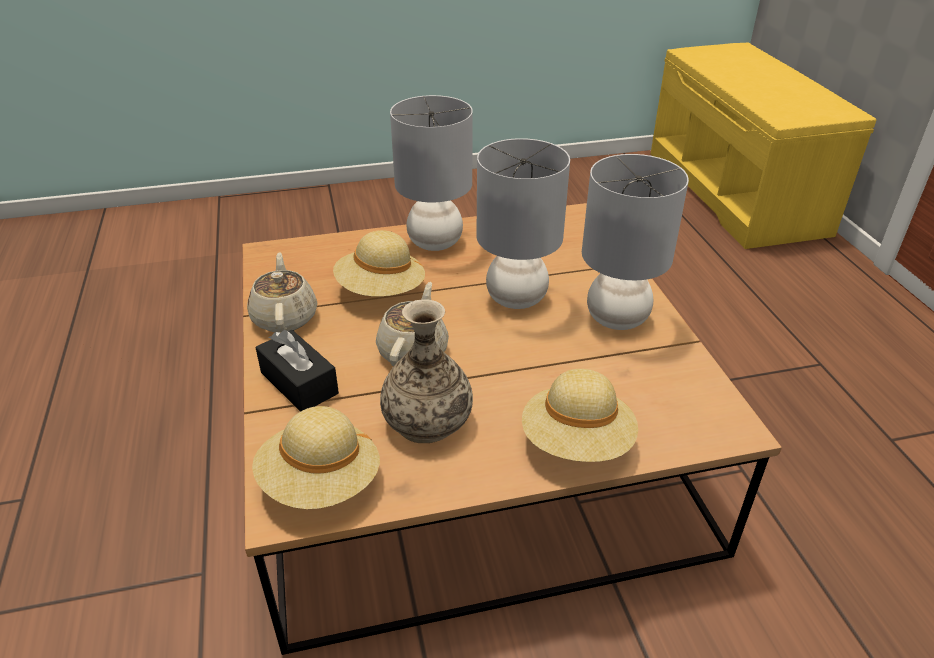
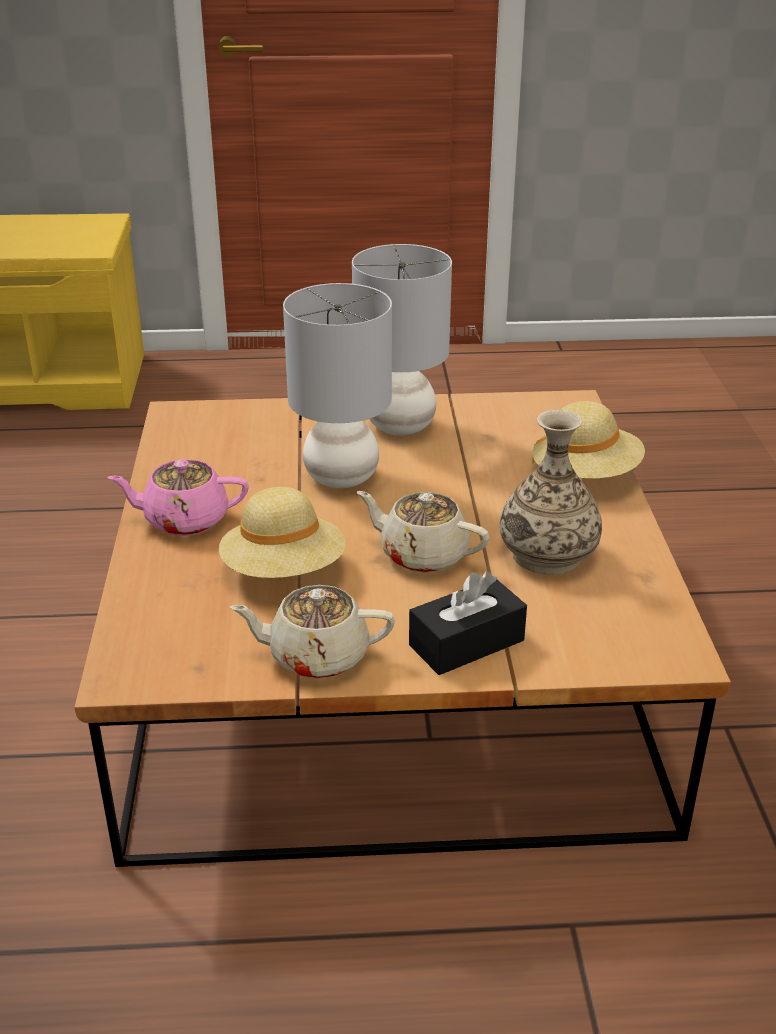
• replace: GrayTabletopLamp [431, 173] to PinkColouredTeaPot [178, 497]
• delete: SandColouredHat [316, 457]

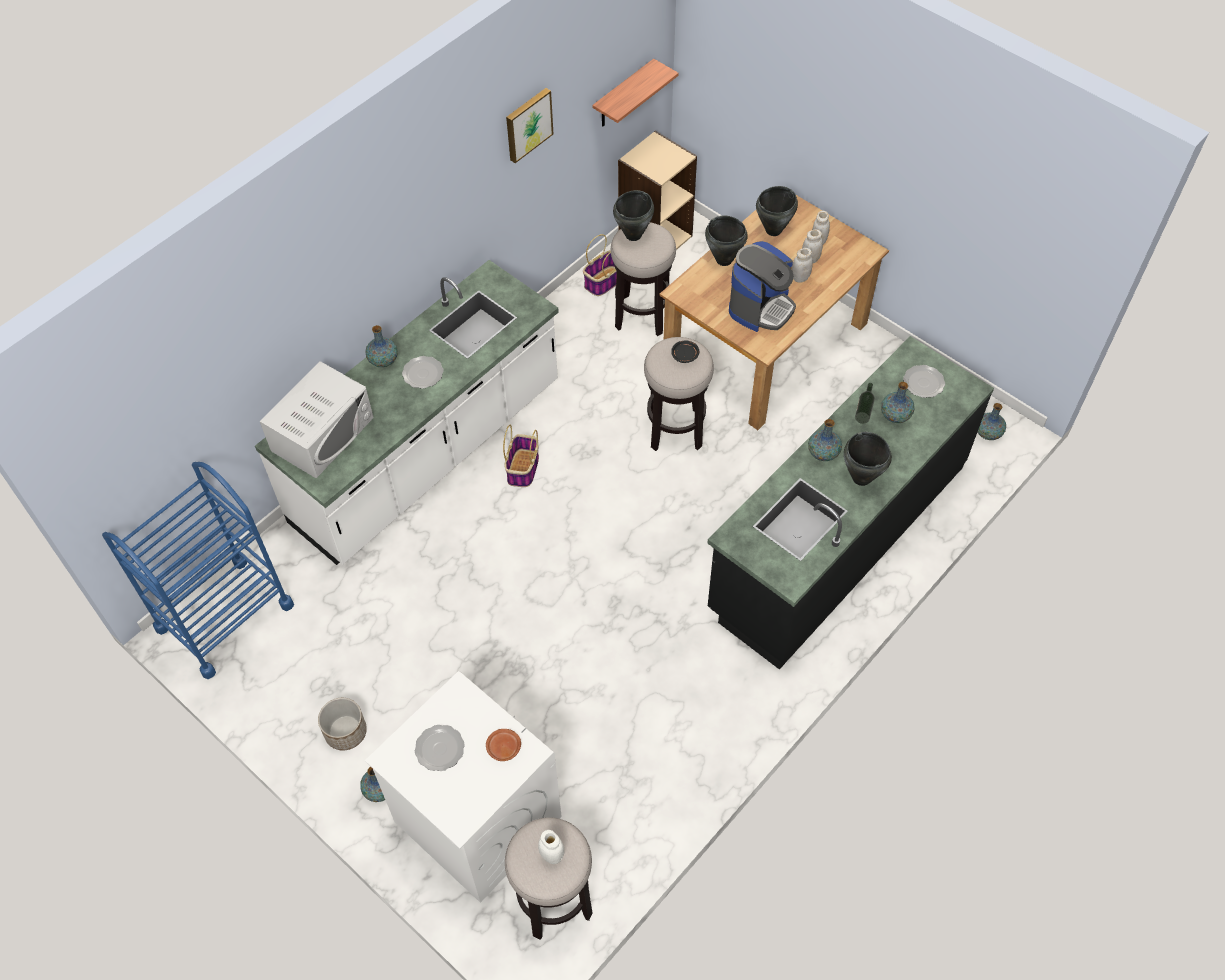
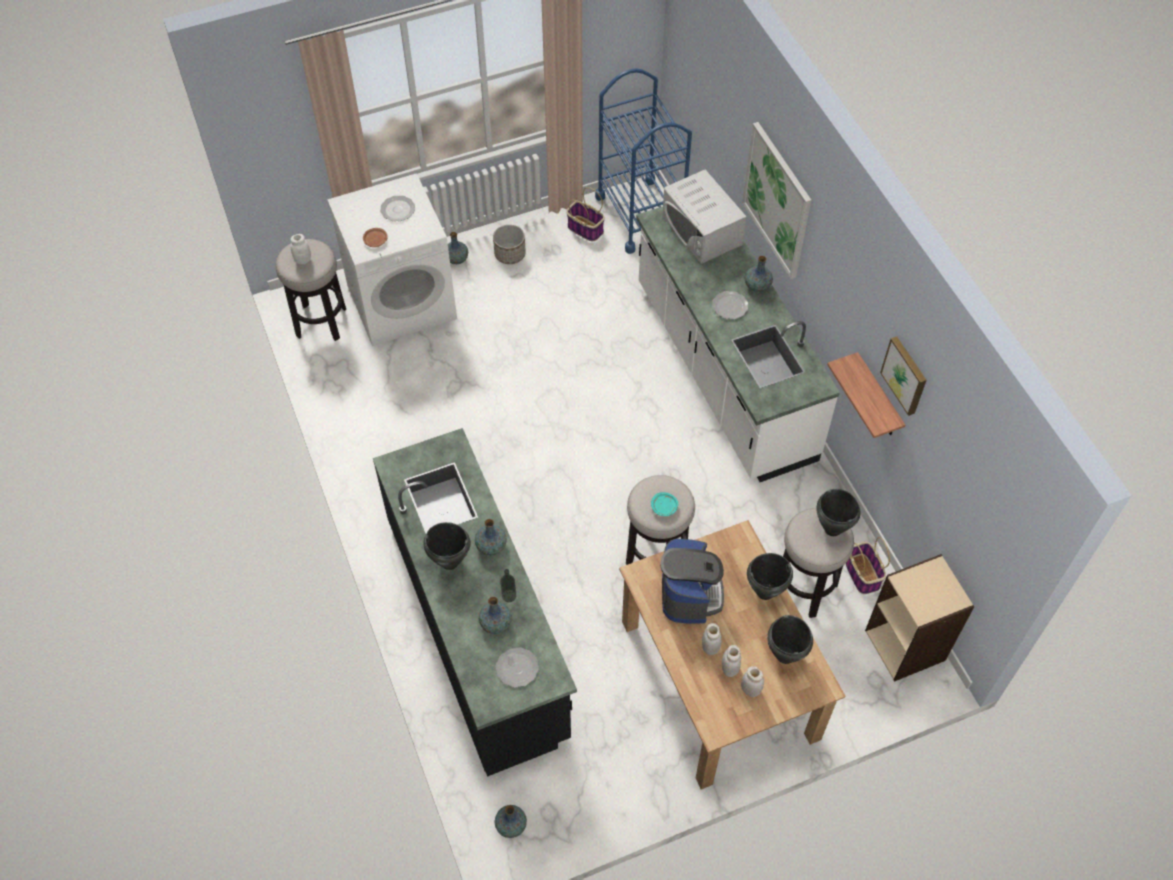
• move: Shelf [635, 93] to [866, 395]
• rotate: CoffeeMaker [762, 286] = [692, 581] 150 degrees counterclockwise
• recolor: BlackFlatDish [685, 352] to TurquoiseFlatDish [664, 504]
• move: StorageBasket [521, 456] to [585, 214]
• insert: WallArt [776, 200]

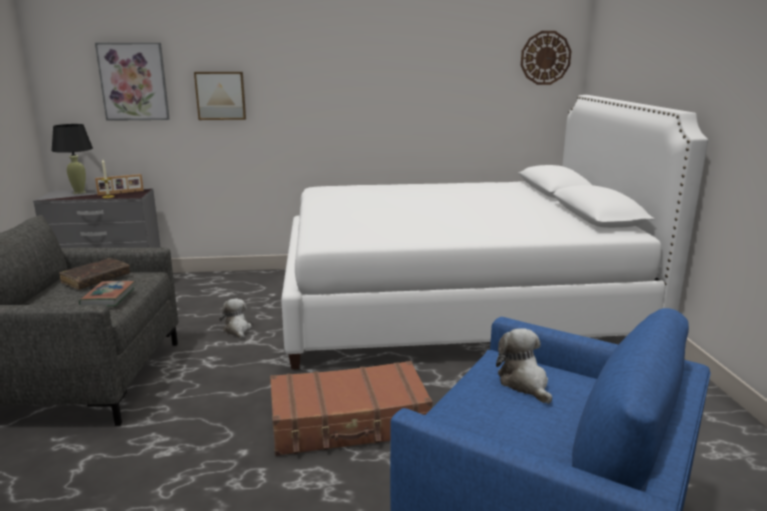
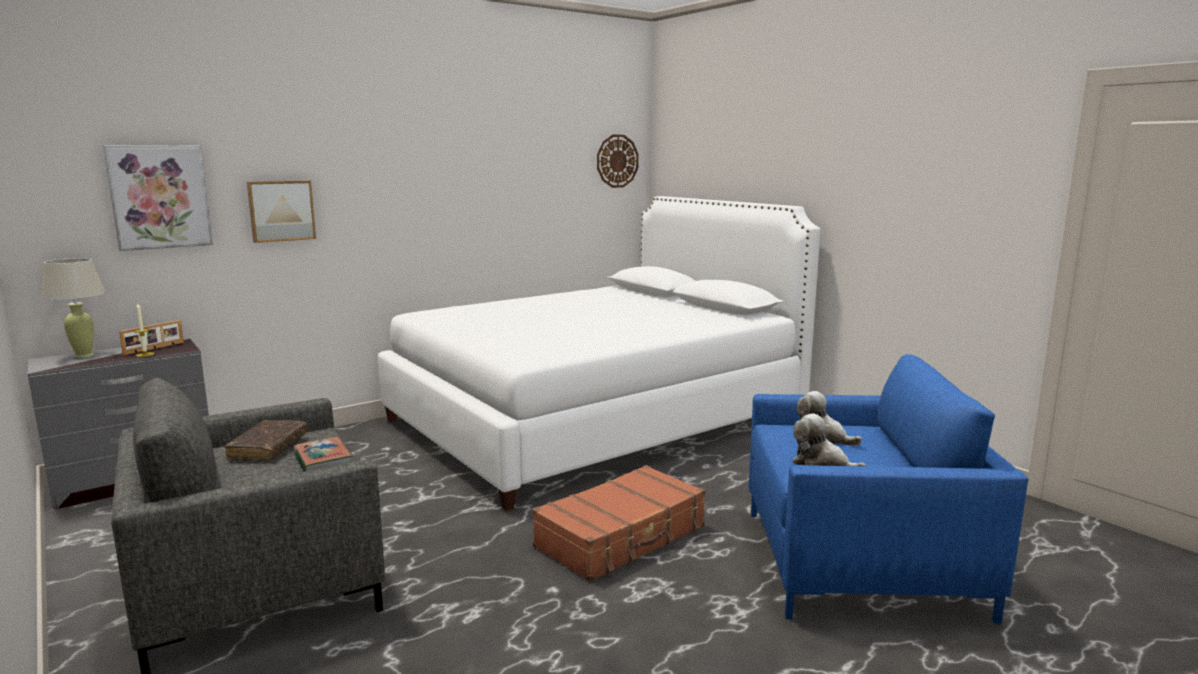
• recolor: BlackTabletopLamp [72, 159] to SandColouredTabletopLamp [73, 308]
• move: CuddlyToy [235, 319] to [829, 439]

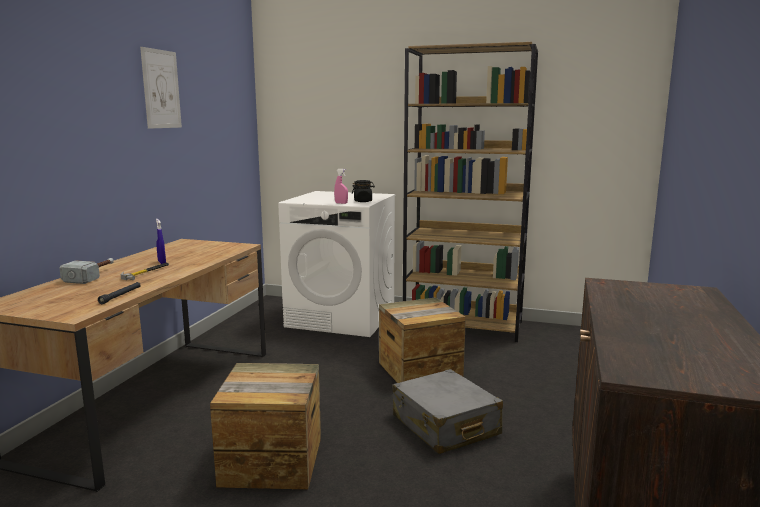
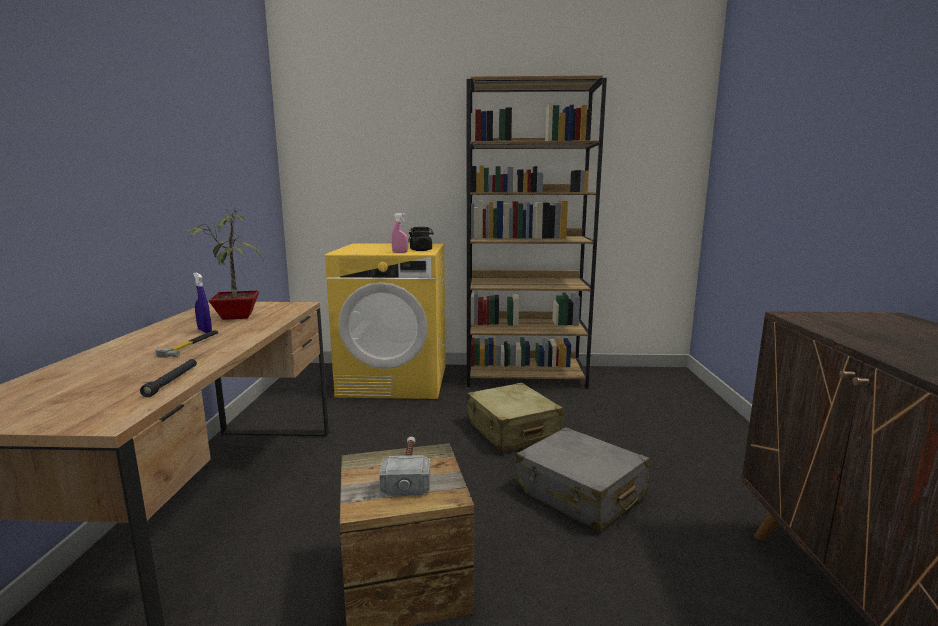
• delete: WallArt [161, 88]
• recolor: WhiteWashingMachine [337, 264] to YellowColouredWashingMachine [385, 321]
• move: ToolHammer [86, 271] to [404, 466]
• replace: ShippingCrate [422, 340] to SandColouredTravelCase [515, 418]
• insert: PottedPlant [223, 265]

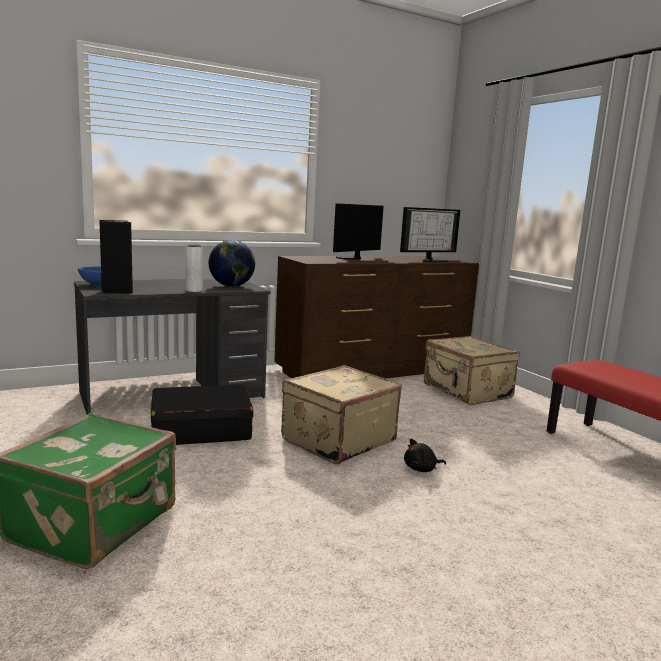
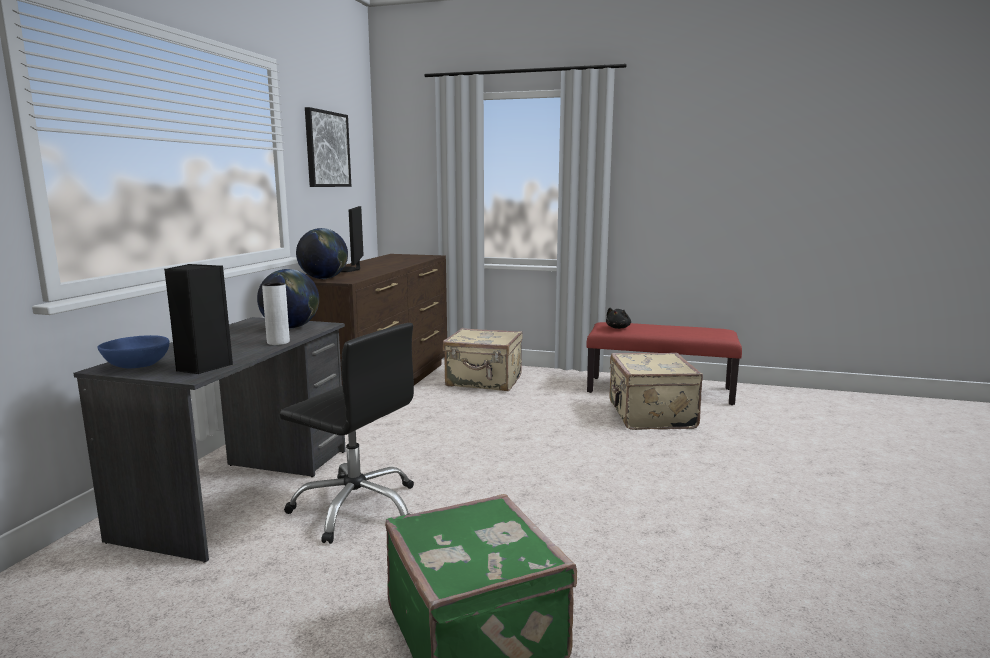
• delete: ComputerScreen [430, 235]
• move: SandColouredTravelCase [341, 414] to [656, 391]
• replace: BlackTravelCase [202, 414] to BlackOfficeChair [347, 433]
• move: BlackCuddlyToy [425, 455] to [618, 318]
• insert: WallArt [328, 147]
• insert: WorldGlobe [322, 253]

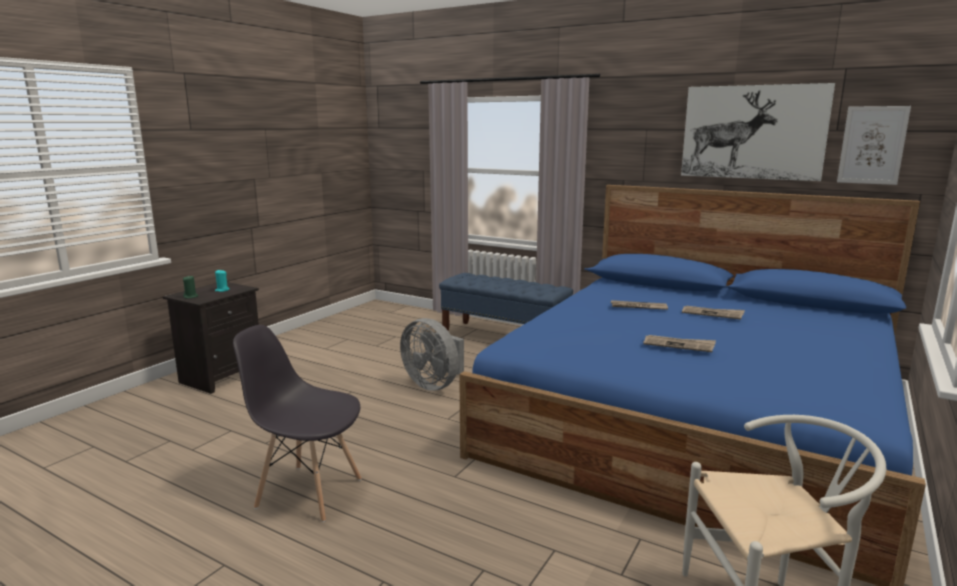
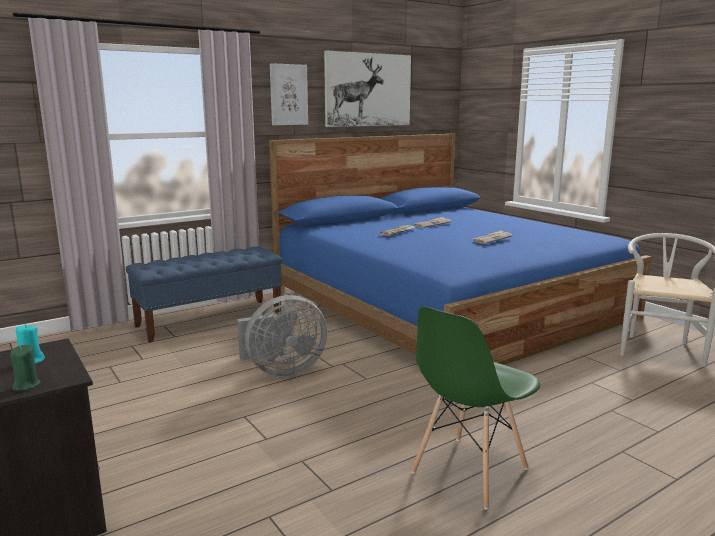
• move: WallArt [874, 145] to [289, 94]
• recolor: GrayUprightChair [297, 423] to GreenUprightChair [475, 408]

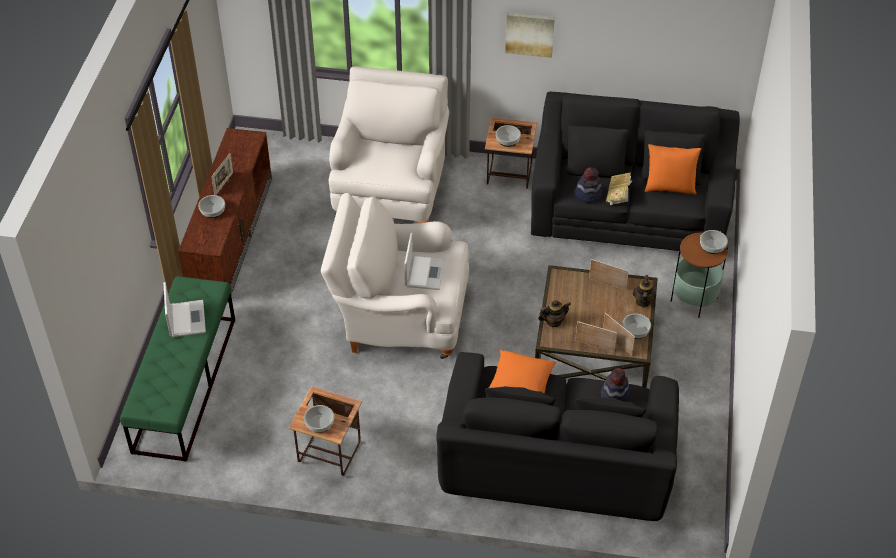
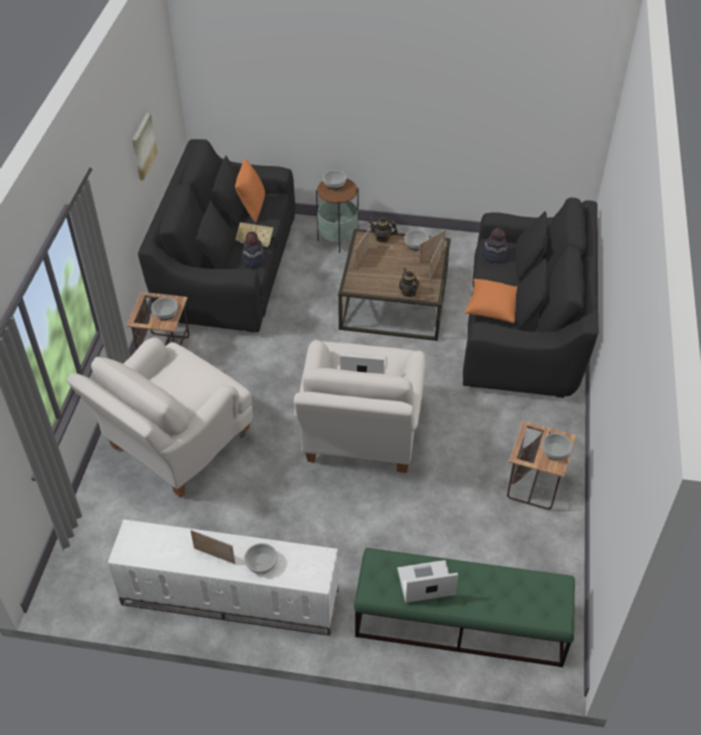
• move: WallArt [530, 35] to [145, 147]
• rotate: WhiteEasyChair [389, 144] = [160, 417] 60 degrees counterclockwise
• recolor: BrownishTvUnit [225, 215] to WhiteTvUnit [223, 577]

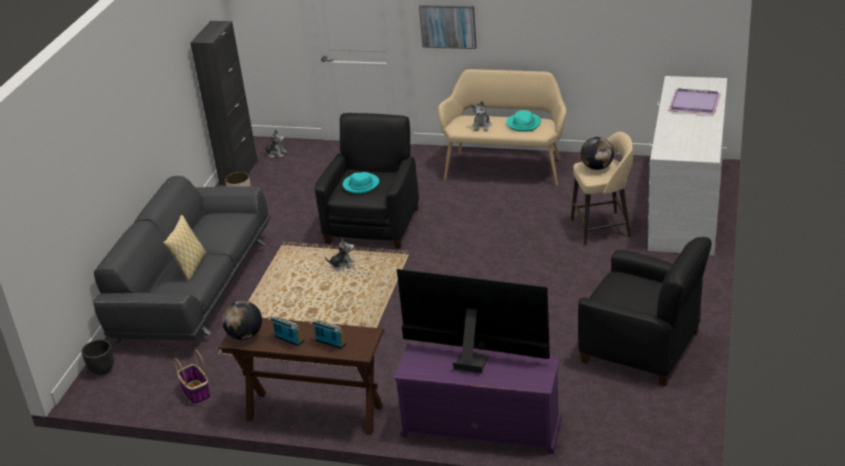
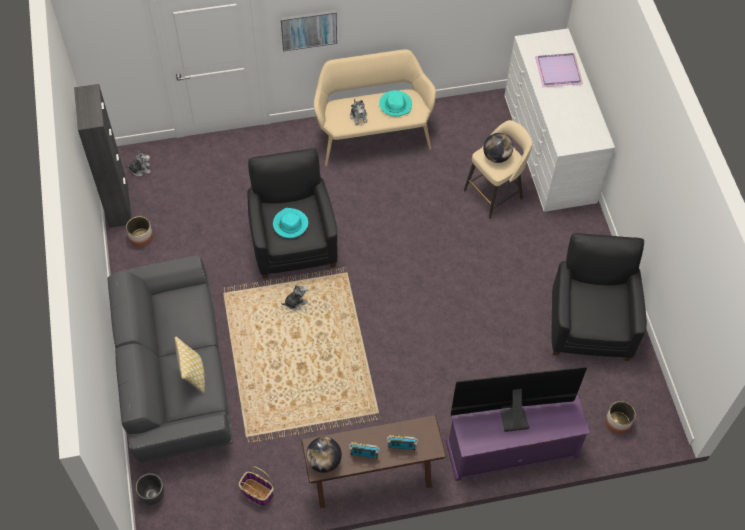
• rotate: BlackEasyChair [645, 311] = [599, 297] 90 degrees counterclockwise
• insert: PlantPot [620, 417]

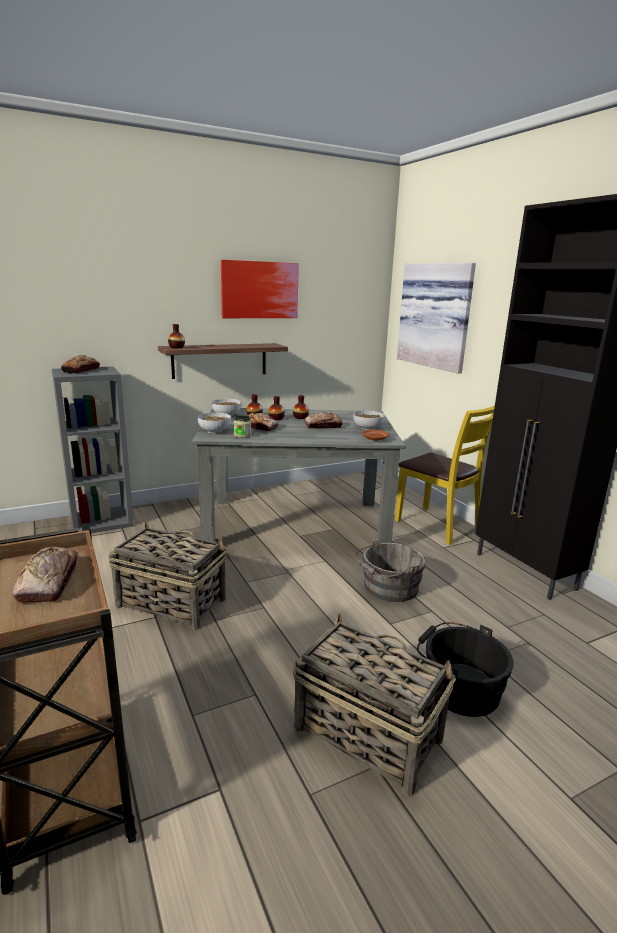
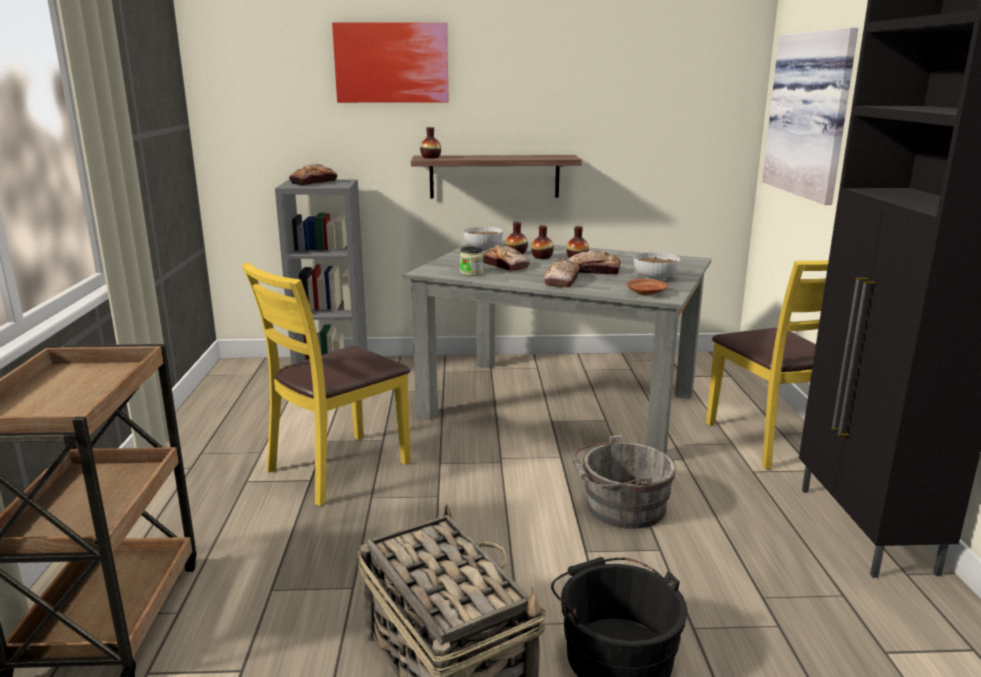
• move: WallArt [260, 289] to [390, 62]
• delete: DeepDish [214, 423]
• replace: StorageBasket [167, 575] to YellowColouredUprightChair [326, 384]
• move: BakeryBread [45, 575] to [562, 273]

